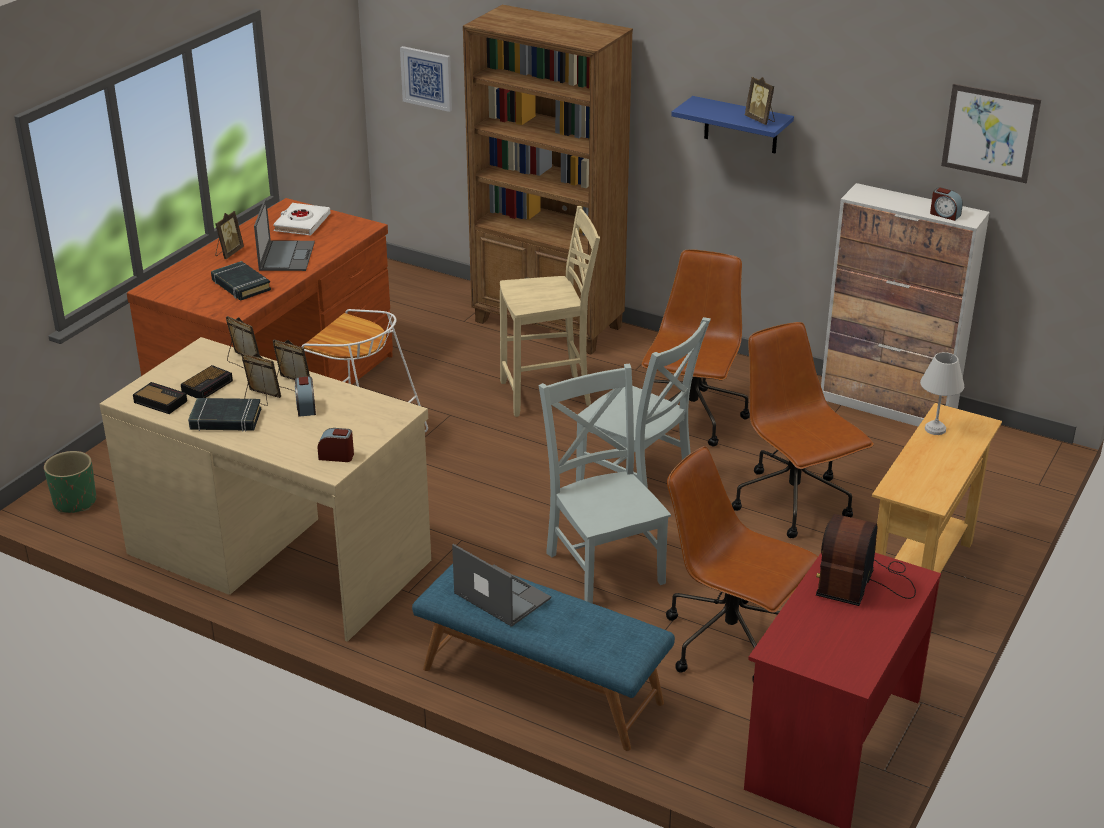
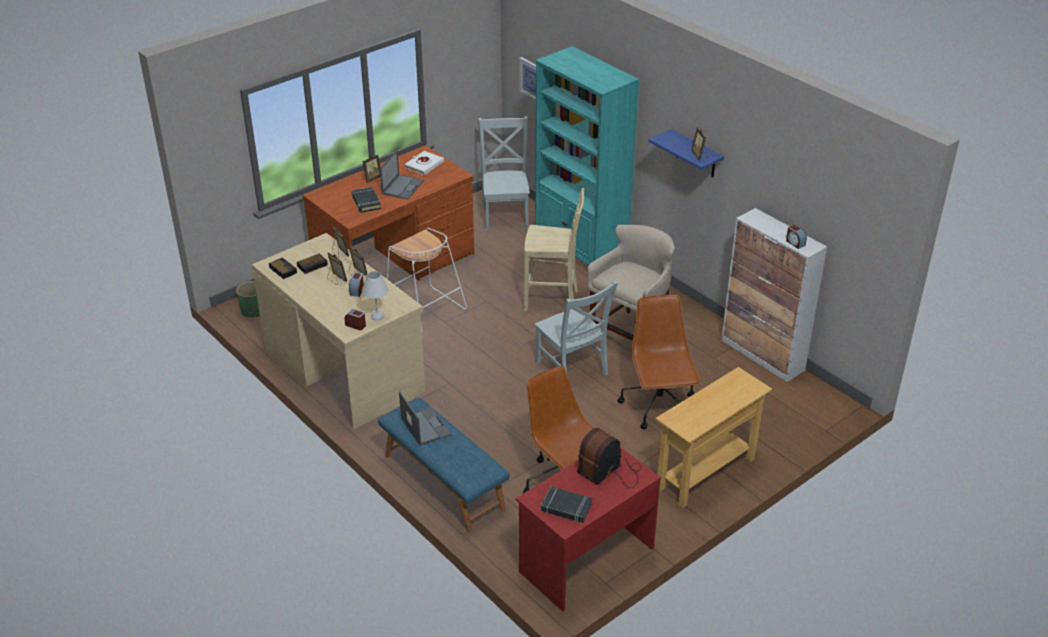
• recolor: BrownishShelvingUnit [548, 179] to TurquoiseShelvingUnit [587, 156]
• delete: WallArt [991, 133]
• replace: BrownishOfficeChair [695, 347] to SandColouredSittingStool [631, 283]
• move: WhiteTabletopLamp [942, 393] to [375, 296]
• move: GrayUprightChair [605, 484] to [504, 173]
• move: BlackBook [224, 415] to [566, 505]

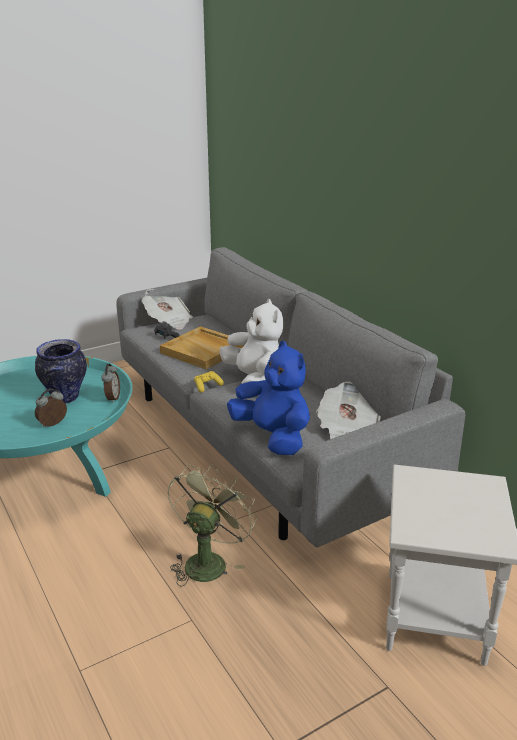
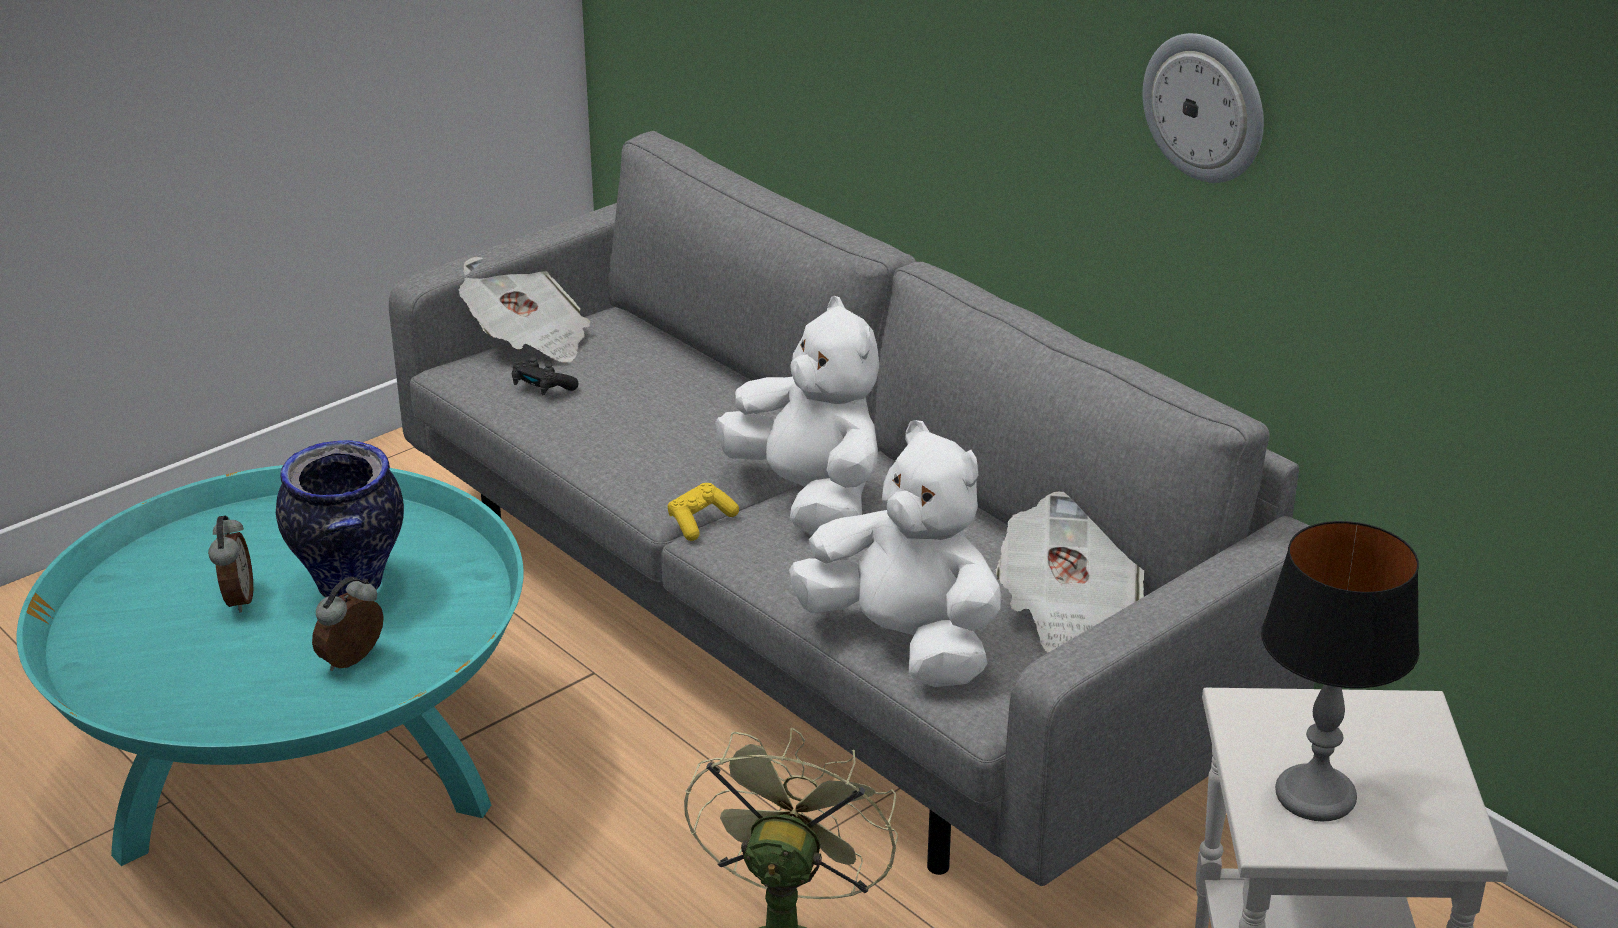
• delete: SandColouredTray [202, 348]
• recolor: BlueCuddlyToy [268, 398] to WhiteCuddlyToy [895, 553]
• move: BedsideClock [110, 383] to [230, 564]
• insert: ClockOnTheWall [1203, 108]
• insert: TabletopLamp [1340, 671]

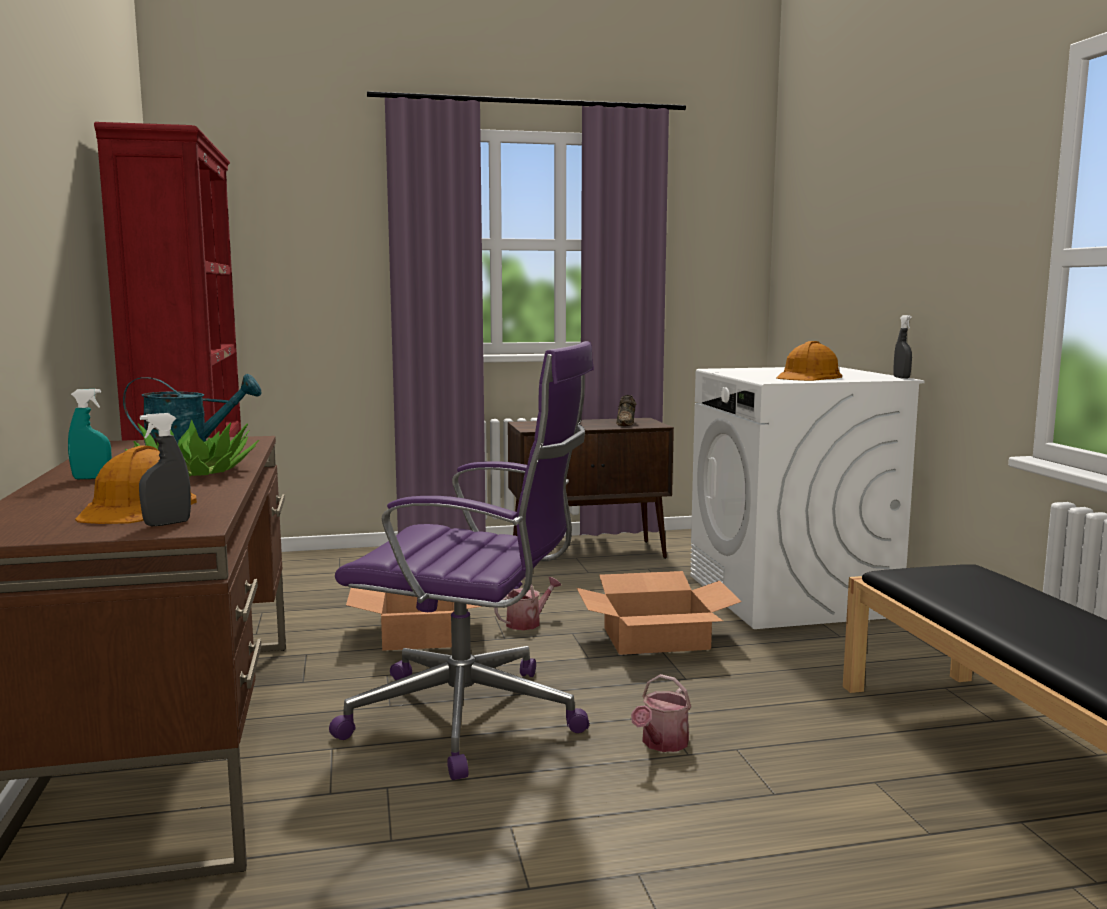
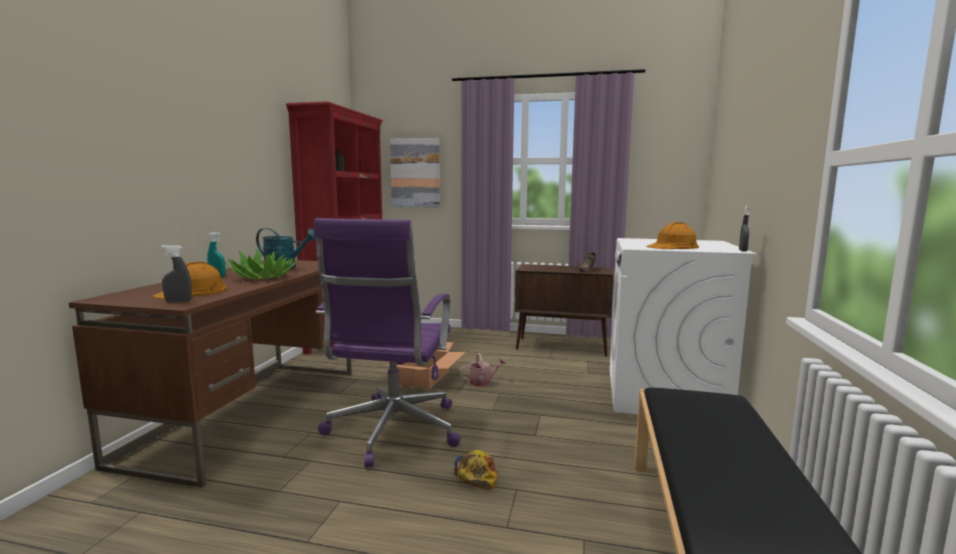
• rotate: PurpleOfficeChair [461, 560] = [387, 343] 60 degrees clockwise
• delete: CardboardBox [659, 613]
• replace: SprinklingCan [661, 713] to BaseballCap [476, 469]
• insert: WallArt [415, 173]

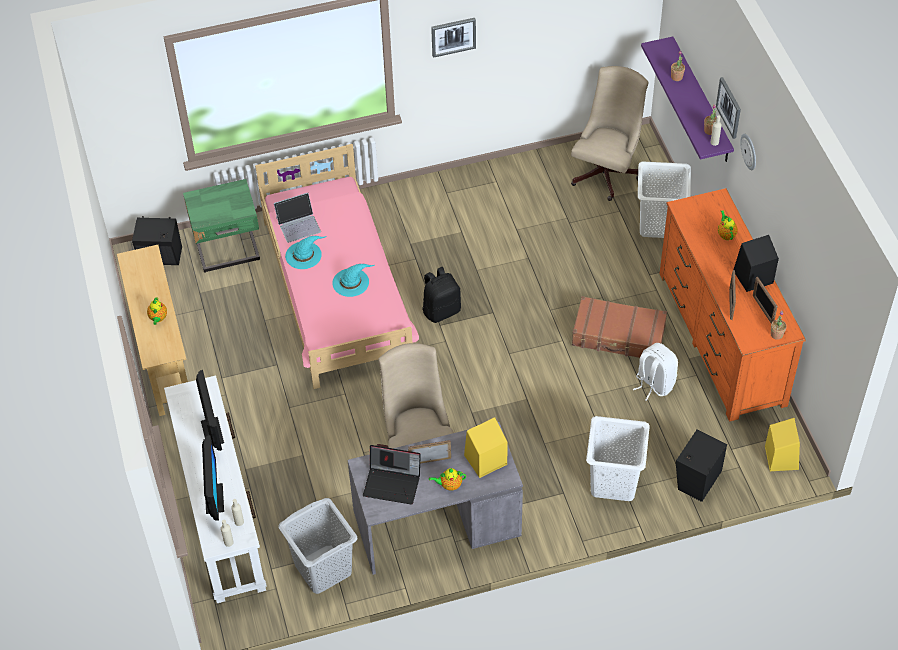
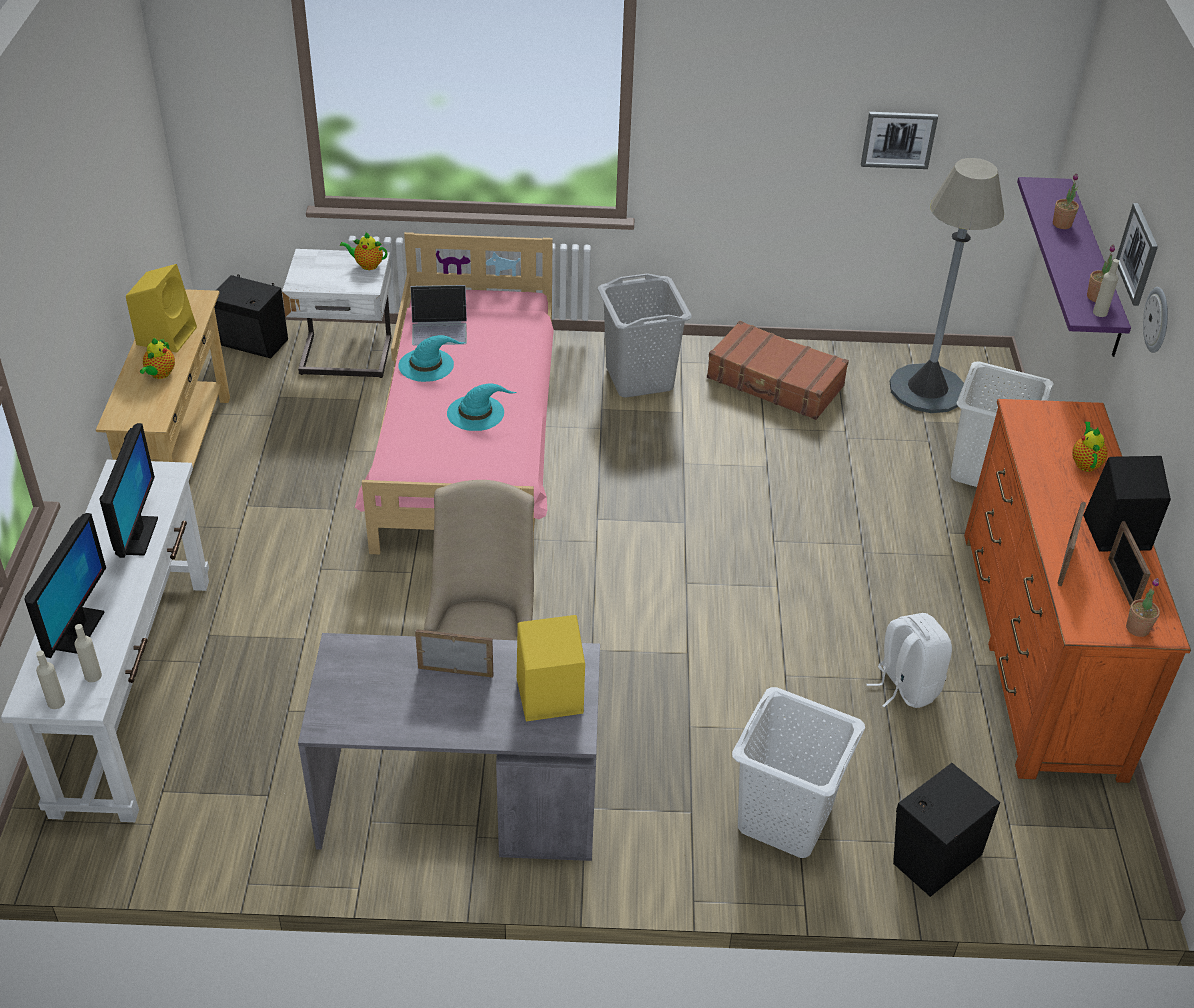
• move: WallArt [453, 38] to [899, 140]
• replace: SandColouredOfficeChair [609, 133] to GrayFloorLamp [947, 285]
• recolor: GreenNightTable [221, 226] to WhiteNightTable [337, 313]
• delete: BlackBackpack [442, 295]
• move: BrownishTravelCase [619, 327] to [778, 370]
• move: YellowColouredSpeaker [782, 444] to [161, 308]
• delete: NotebookComputer [392, 475]
• move: TeaPot [447, 479] to [363, 251]
• move: GrayLaundryBasket [317, 546] to [645, 335]

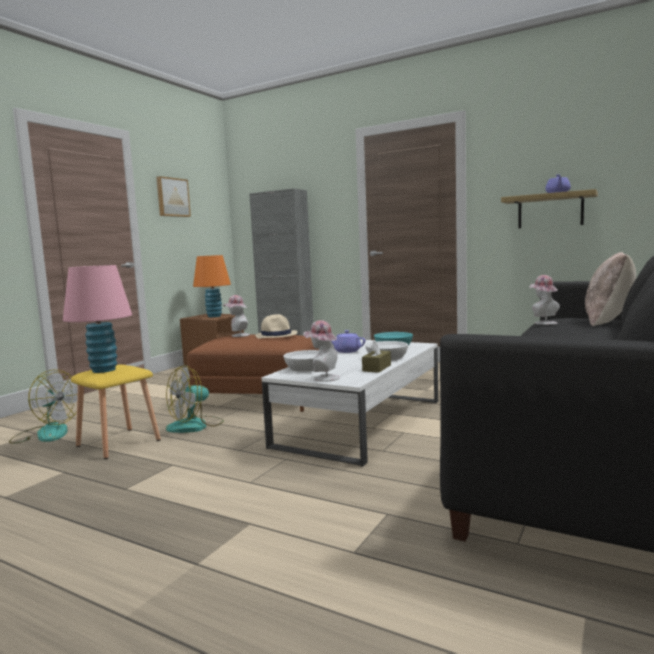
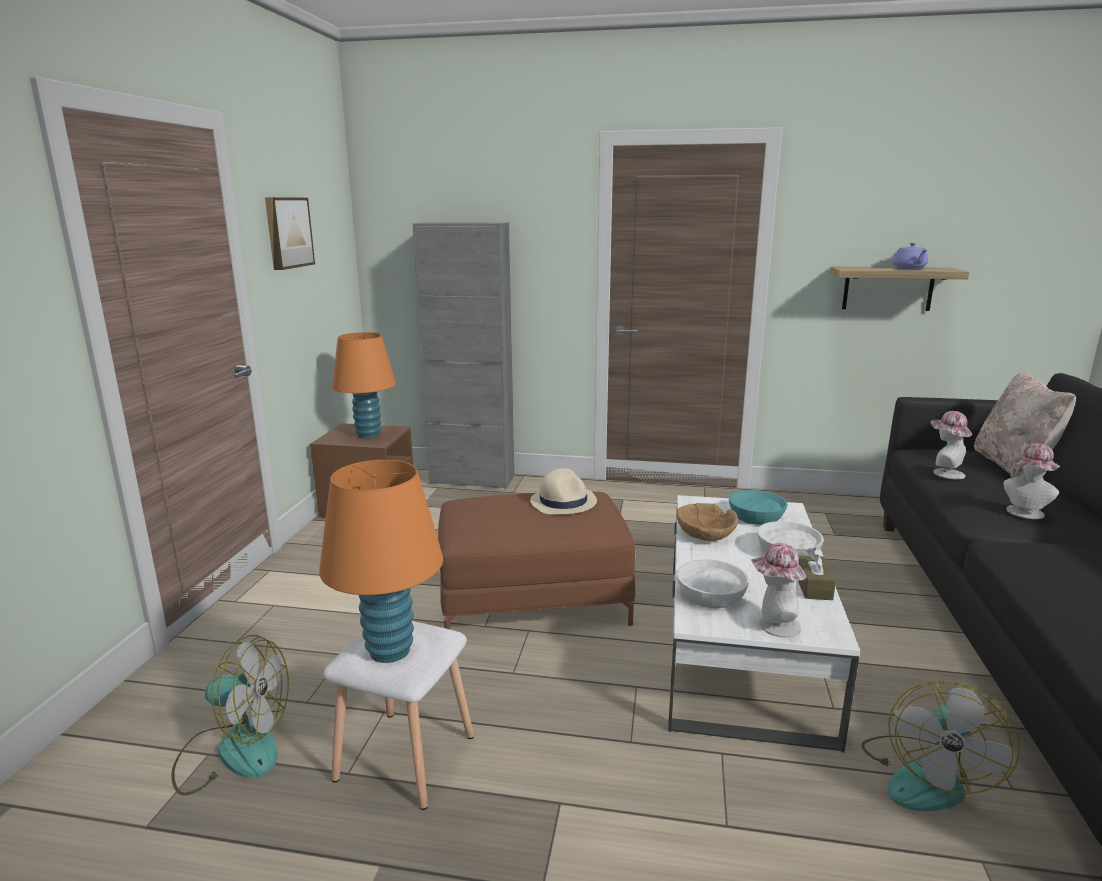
• recolor: PinkColouredTabletopLamp [97, 319] to OrangeColouredTabletopLamp [381, 561]
• move: Hat [237, 316] to [1031, 481]
• replace: PurpleTeaPot [348, 341] to BrownishDeepDish [707, 522]
• recolor: YellowColouredSittingStool [116, 412] to WhiteSittingStool [398, 715]
• move: ElectricFan [195, 399] to [940, 746]

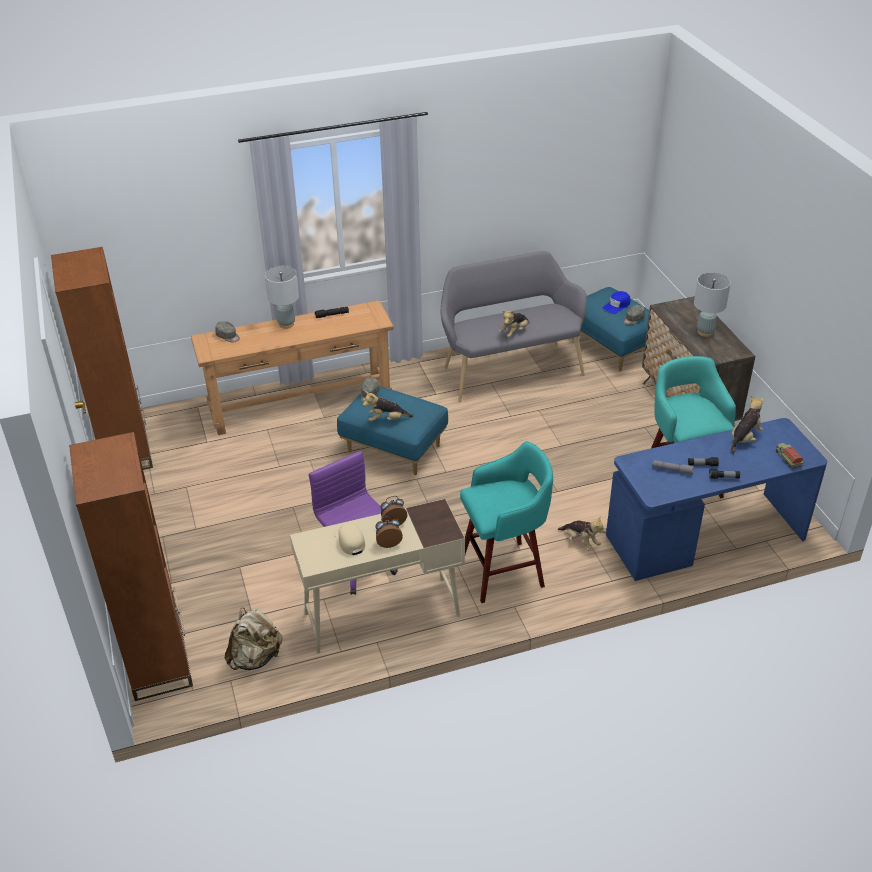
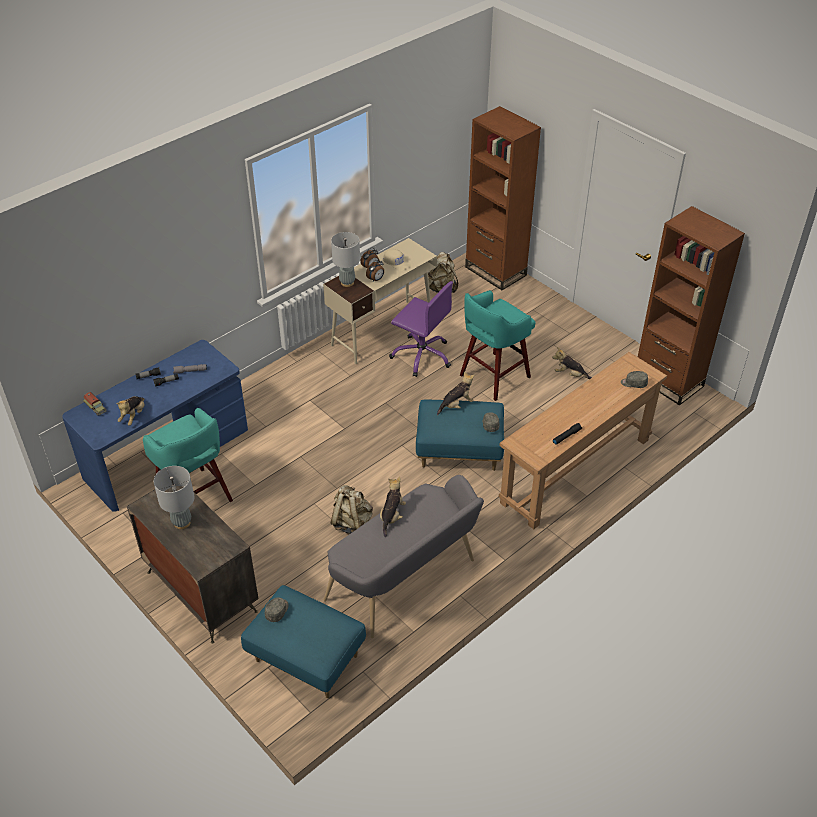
• move: GrayTabletopLamp [282, 297] to [345, 259]
• delete: BlueBaseballCap [616, 302]
• move: TurquoiseSittingStool [506, 522] to [498, 345]
• move: CuddlyToy [582, 533] to [572, 363]
• insert: SandColouredBackpack [352, 509]

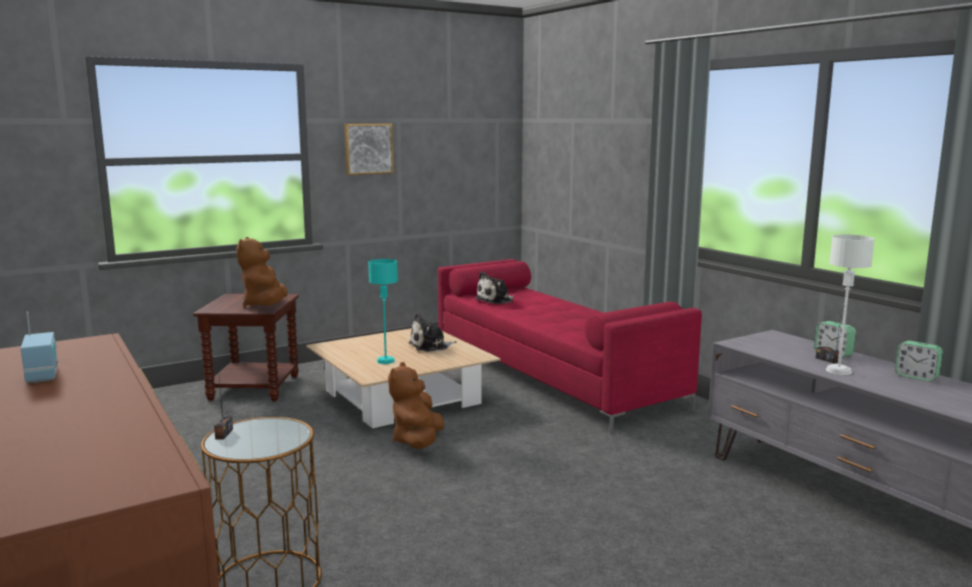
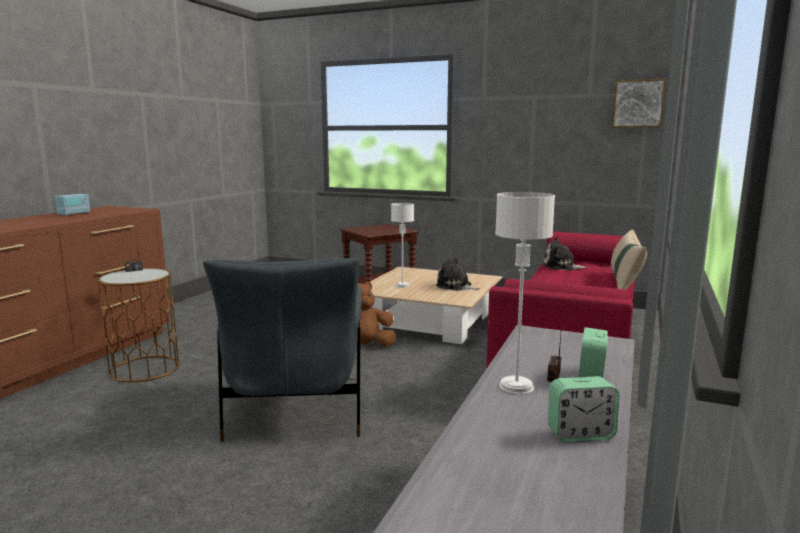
• move: WallArt [369, 149] to [639, 103]
• delete: BrownishCuddlyToy [262, 272]
• recolor: TurquoiseTabletopLamp [383, 311] to WhiteTabletopLamp [402, 245]
• rotate: BedsideClock [919, 361] = [583, 409] 105 degrees counterclockwise
• insert: SandColouredPillow [629, 260]
• insert: GrayEasyChair [282, 350]

